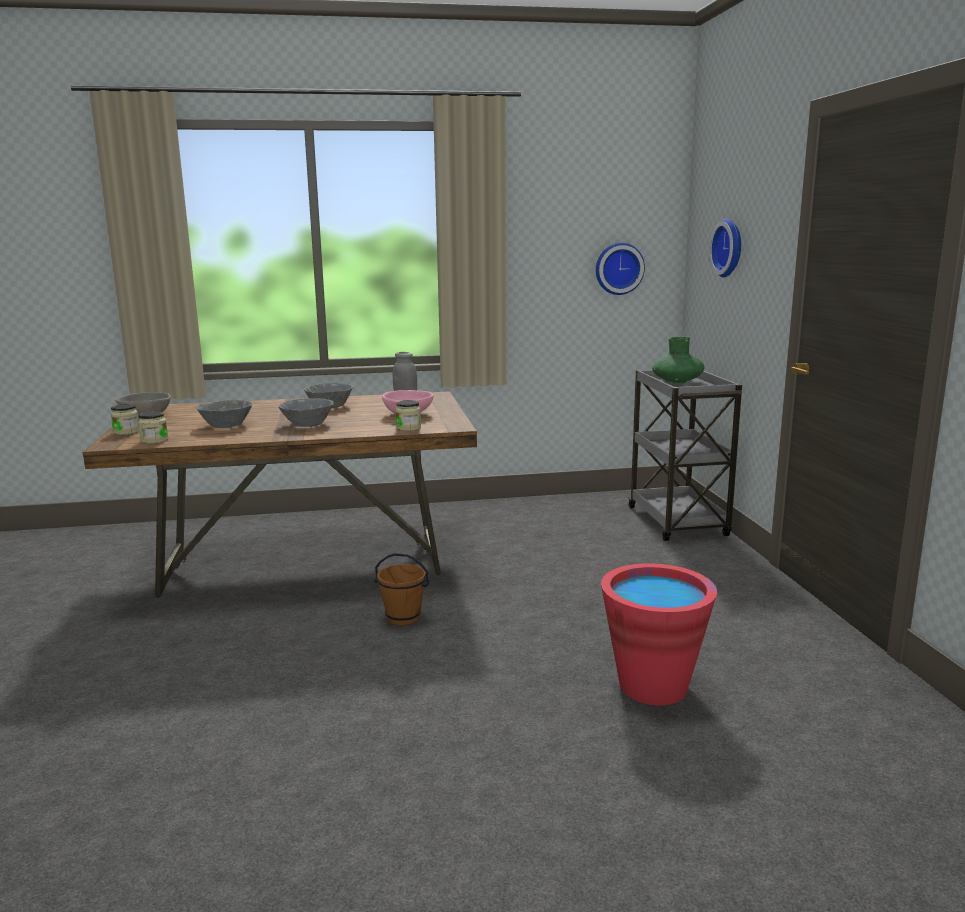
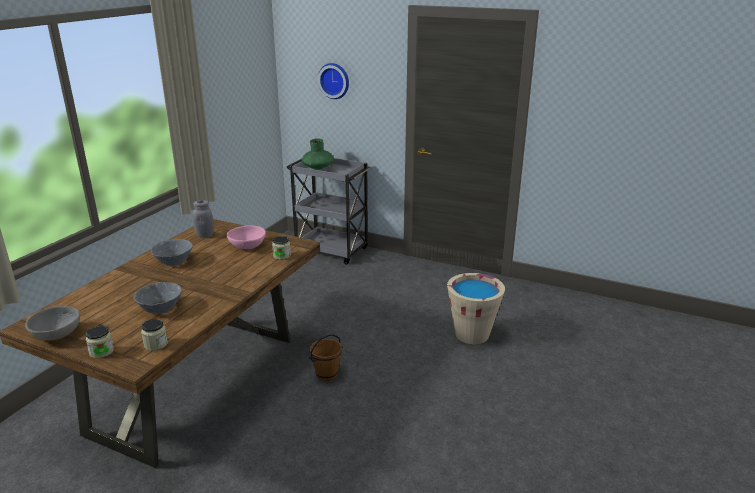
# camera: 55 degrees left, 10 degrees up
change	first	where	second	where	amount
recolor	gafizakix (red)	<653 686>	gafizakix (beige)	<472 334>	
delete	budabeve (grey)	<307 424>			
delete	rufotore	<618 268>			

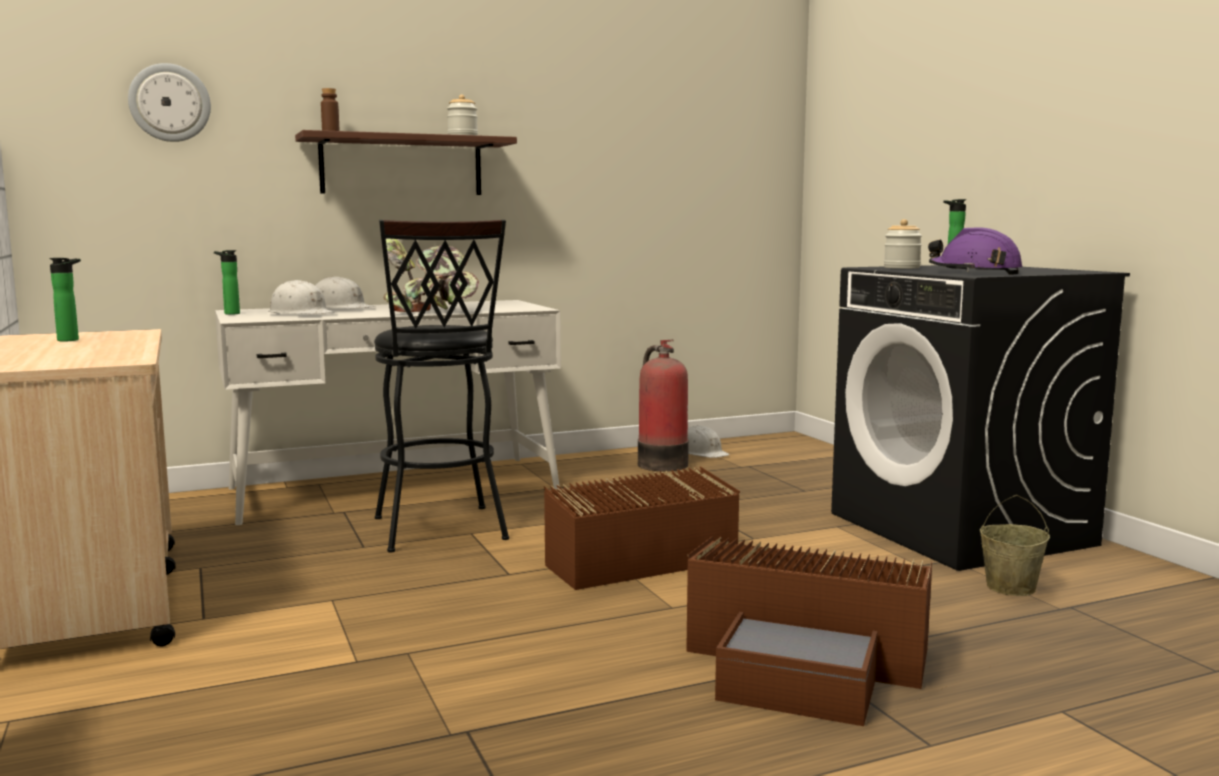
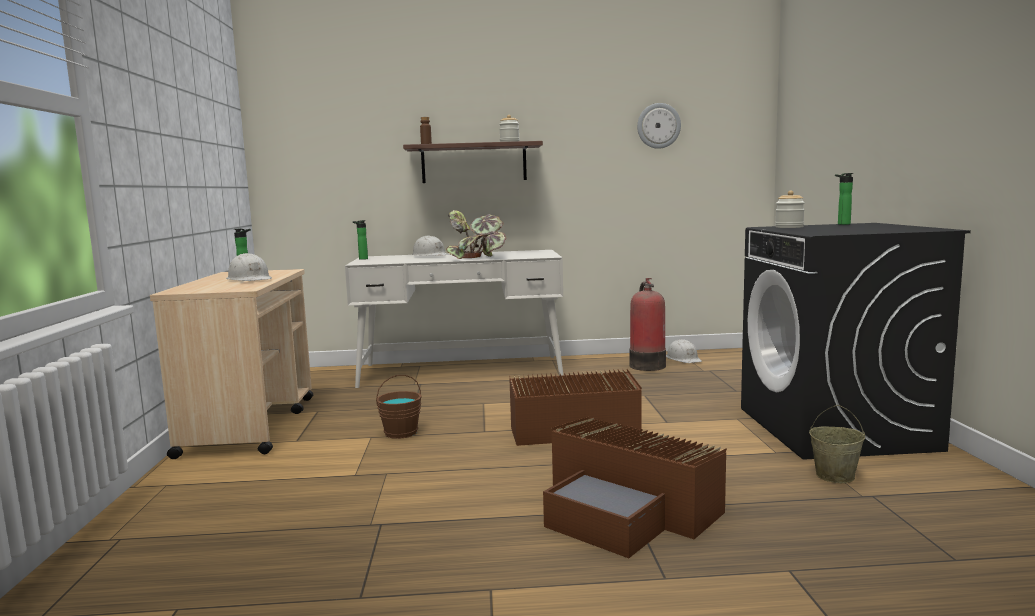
# camera: 20 degrees right, 0 degrees up
change	first	where	second	where	amount
move	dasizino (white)	<301 313>		<250 279>	
insert			gafizakix (brown)	<401 432>	
move	rufotore	<169 103>		<658 126>	
delete	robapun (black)	<441 532>			
delete	dasizino (purple)	<974 272>			

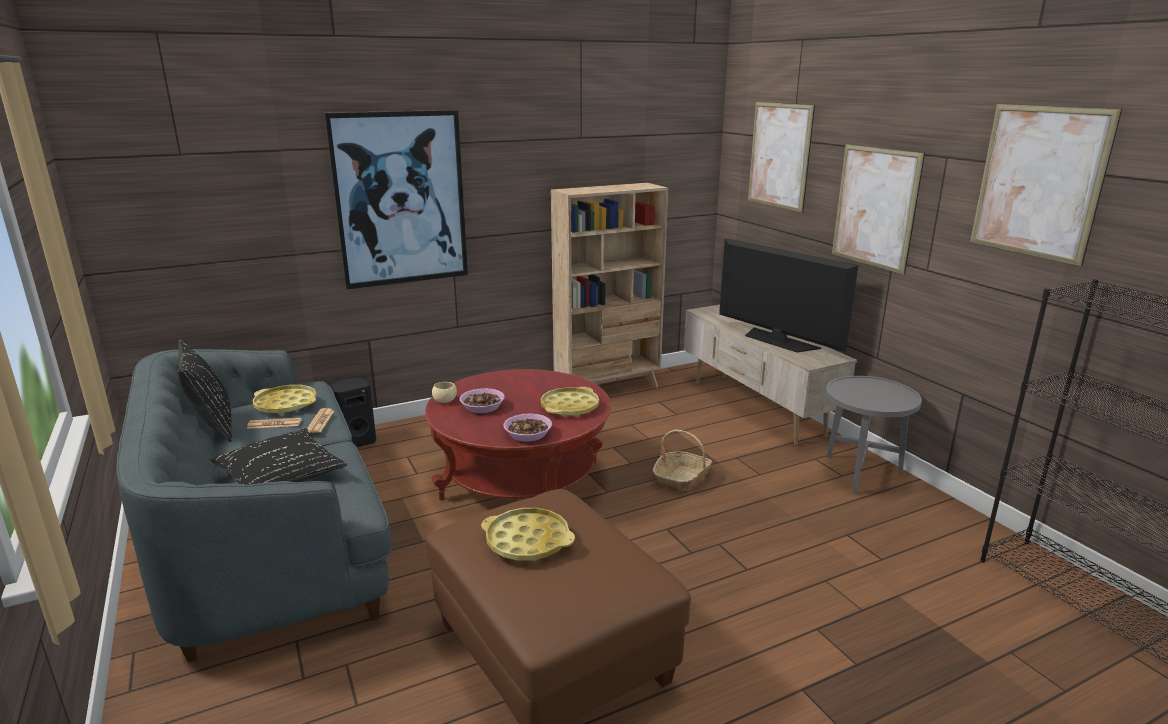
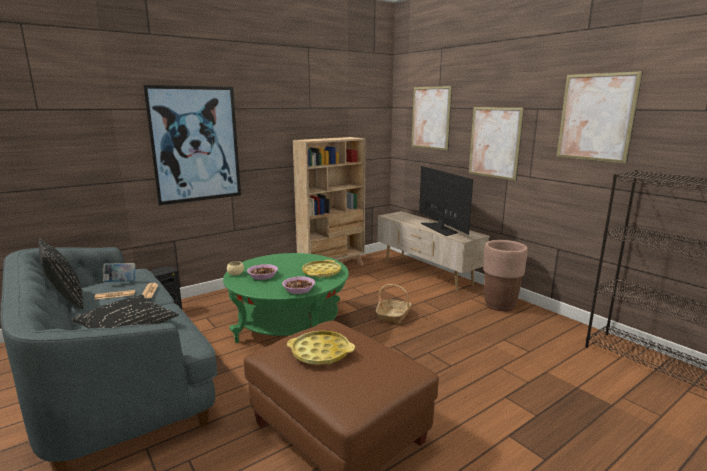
# camera: 10 degrees left, 5 degrees down
change	first	where	second	where	amount
replace	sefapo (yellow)	<286 404>	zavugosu	<121 283>	
recolor	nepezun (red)	<521 479>	nepezun (green)	<289 325>	
rotate	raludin	<778 341>		<440 228>	150 degrees counterclockwise
replace	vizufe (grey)	<860 475>	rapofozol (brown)	<500 305>	

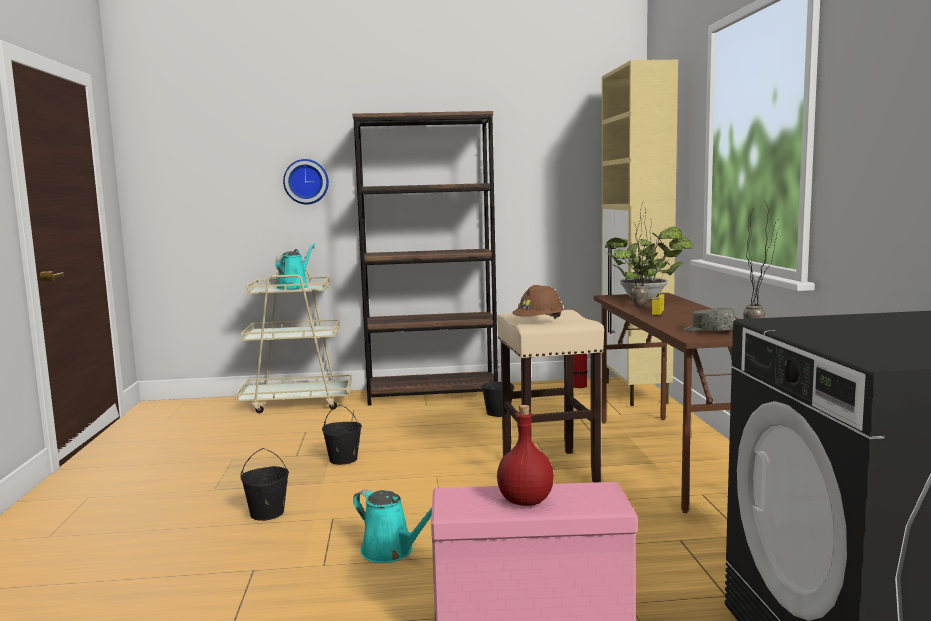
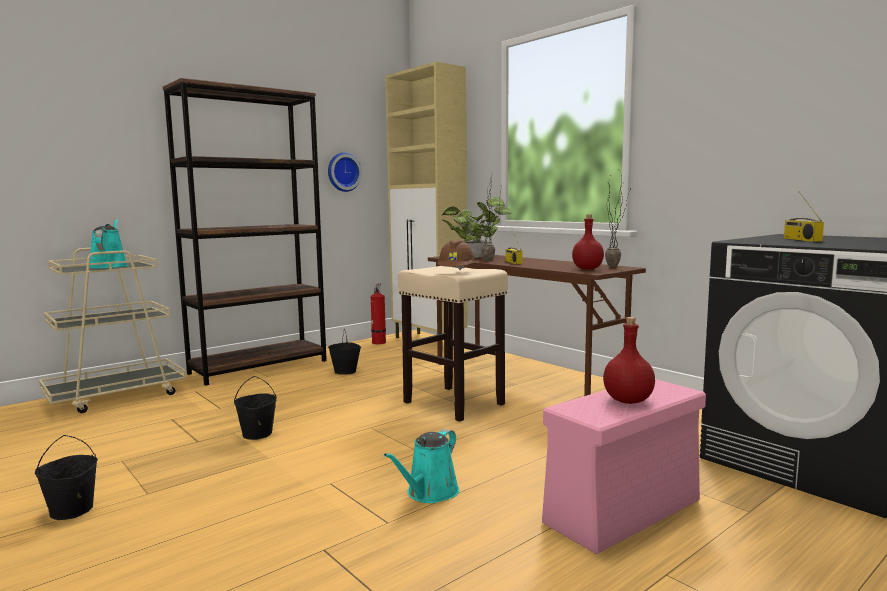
# camera: 35 degrees left, 0 degrees up
change	first	where	second	where	amount
move	gafizakix (black)	<267 514>		<71 510>	
move	rufotore	<306 181>		<343 172>	
rotate	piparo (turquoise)	<391 551>		<429 493>	120 degrees clockwise
replace	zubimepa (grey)	<708 331>	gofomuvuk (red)	<588 269>	
insert			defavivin	<800 240>	

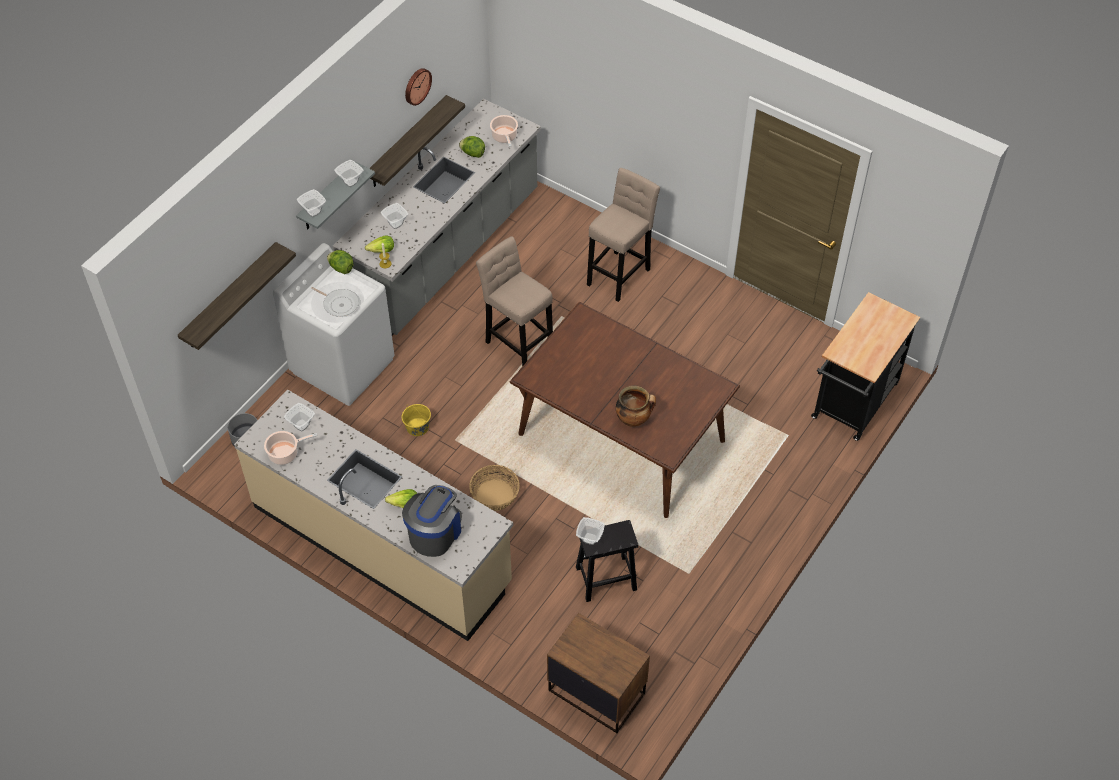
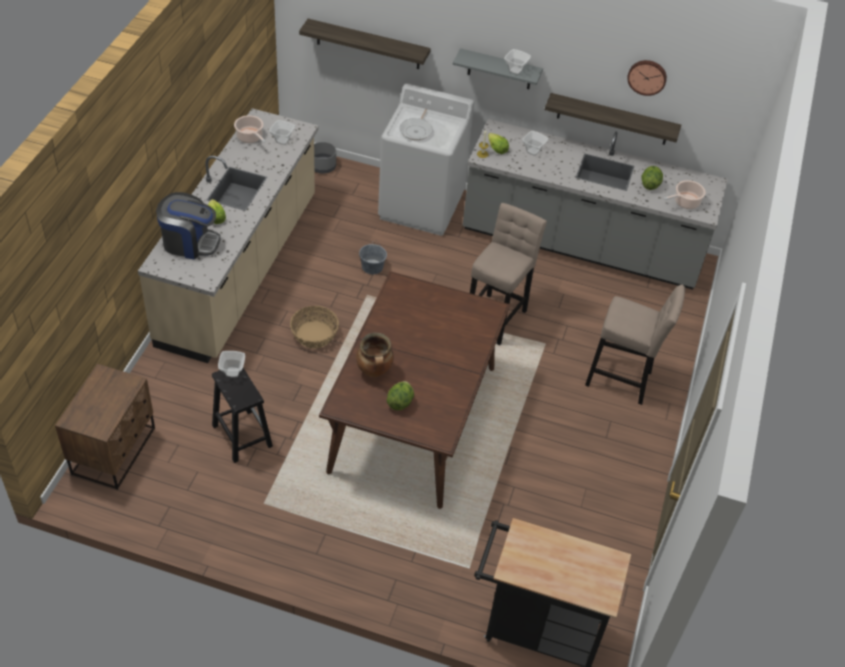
# camera: 70 degrees right, 5 degrees down
change	first	where	second	where	amount
recolor	gafizakix (yellow)	<417 427>	gafizakix (grey)	<372 267>	
move	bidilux	<341 268>		<400 402>	
delete	budabeve	<313 211>			

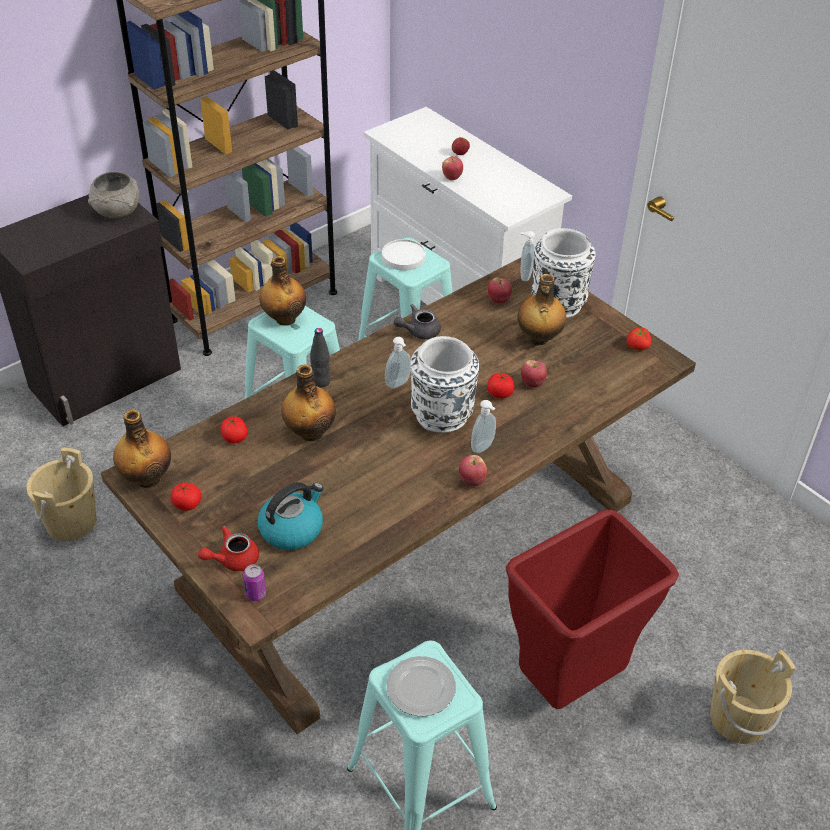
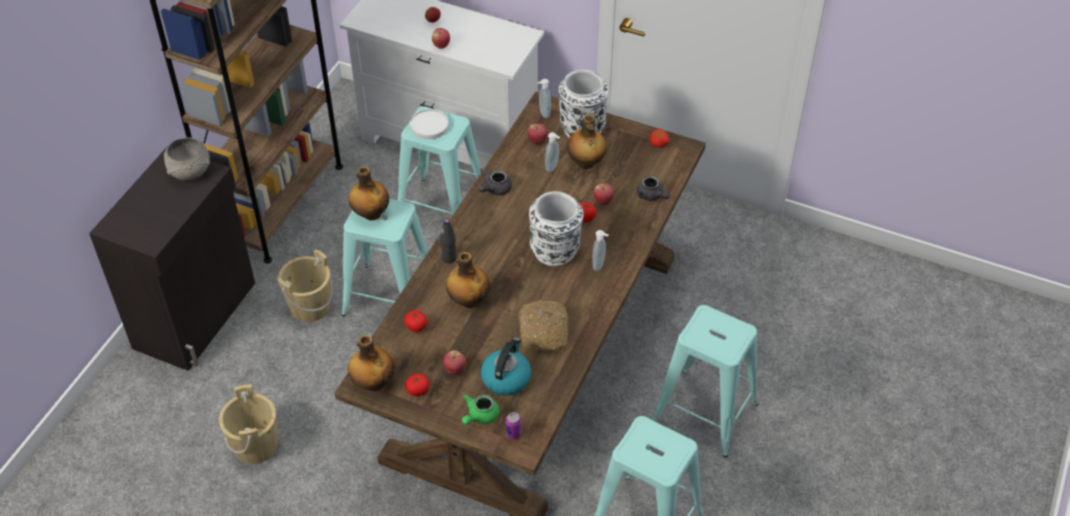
# camera: 25 degrees left, 5 degrees up
change	first	where	second	where	amount
move	gafizakix (beige)	<738 718>		<310 306>	
move	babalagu	<472 481>		<455 370>	
recolor	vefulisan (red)	<232 559>	vefulisan (green)	<480 416>	
insert			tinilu	<544 331>	
move	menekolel	<399 384>		<553 167>	
insert			vefulisan (grey)	<651 196>	
replace	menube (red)	<569 686>	robapun (turquoise)	<704 413>	
delete	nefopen	<421 687>			

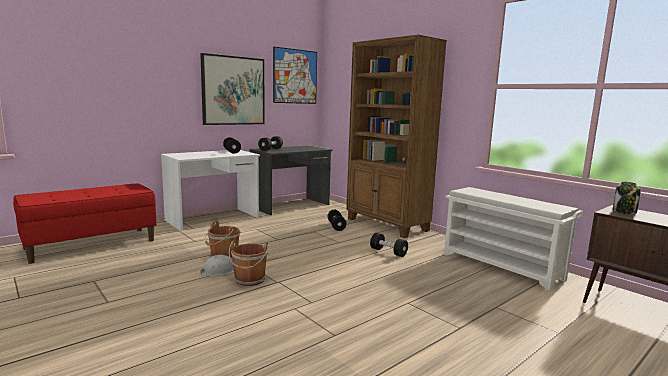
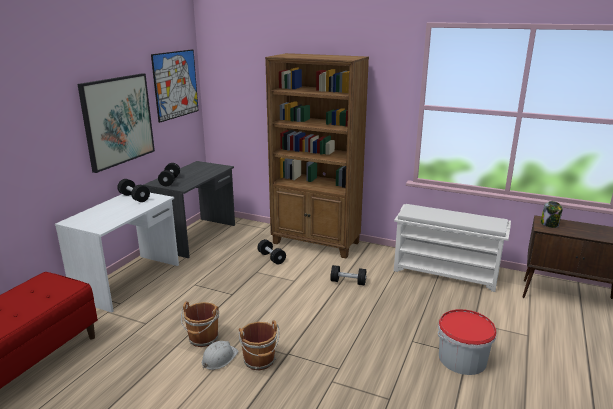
# camera: 25 degrees left, 10 degrees up
change	first	where	second	where	amount
insert			gafizakix	<462 359>	

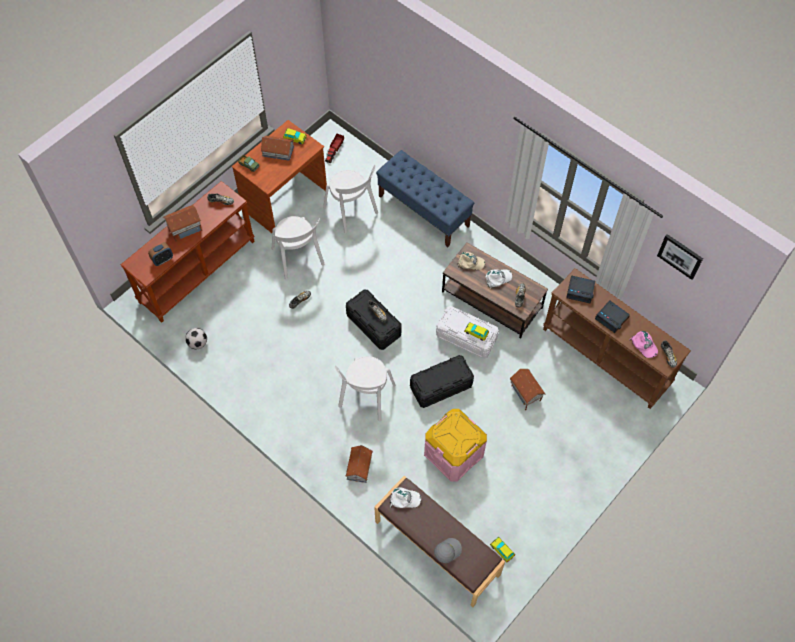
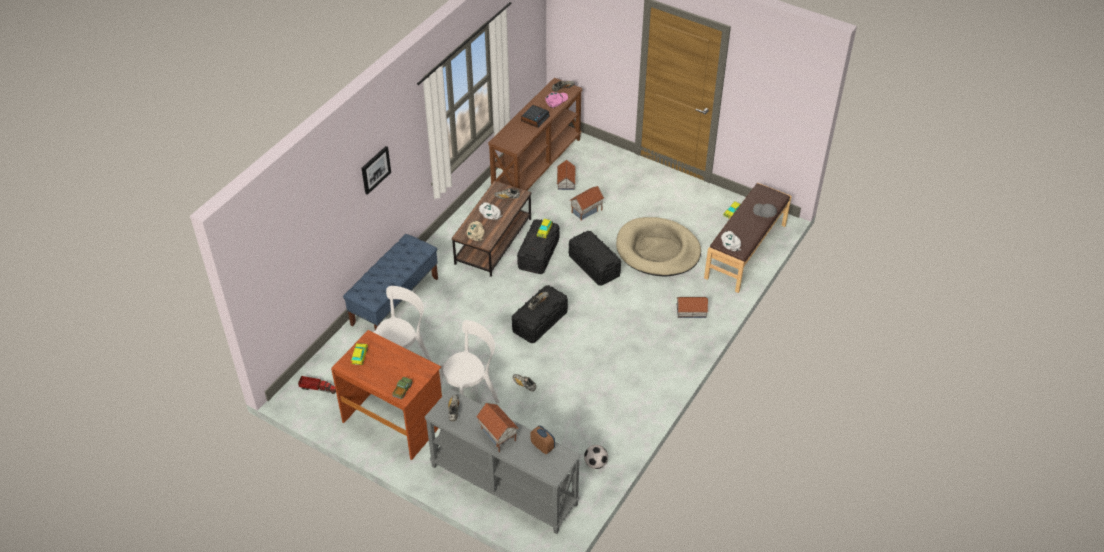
# camera: 100 degrees left, 15 degrees down
change	first	where	second	where	amount
move	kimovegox	<680 256>		<375 169>	
recolor	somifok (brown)	<197 270>	somifok (grey)	<503 485>	
recolor	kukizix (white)	<466 337>	kukizix (black)	<538 254>	
move	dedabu	<278 151>		<566 181>	
replace	kukizix (pink)	<453 454>	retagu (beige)	<657 250>	
delete	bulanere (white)	<366 398>			
delete	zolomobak	<580 291>			

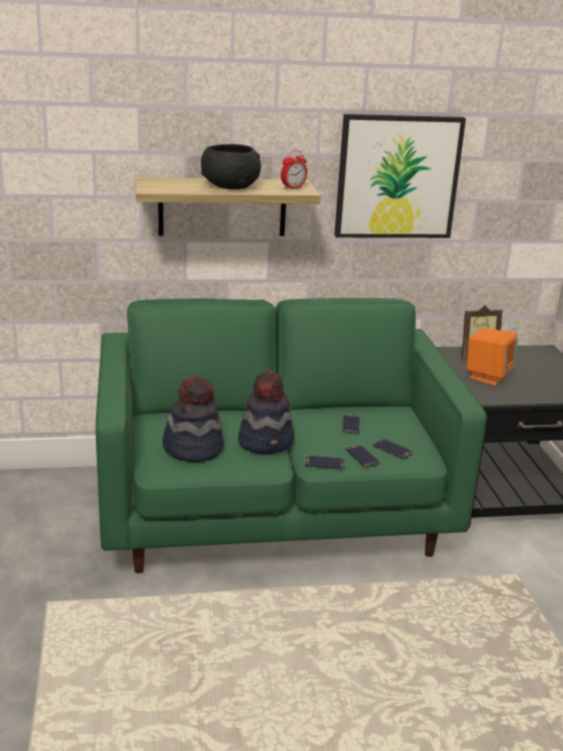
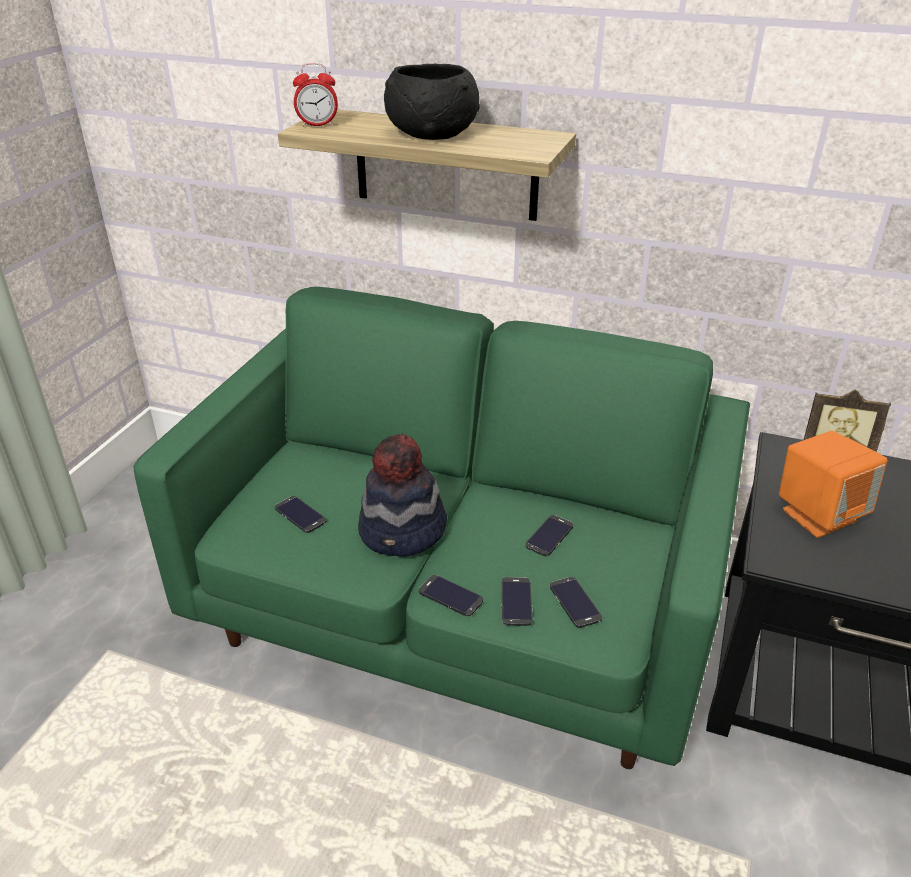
# camera: 30 degrees right, 10 degrees up
change	first	where	second	where	amount
replace	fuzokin	<193 448>	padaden	<300 515>	
move	zolomobak	<293 188>		<317 125>	
delete	kimovegox	<397 177>			

